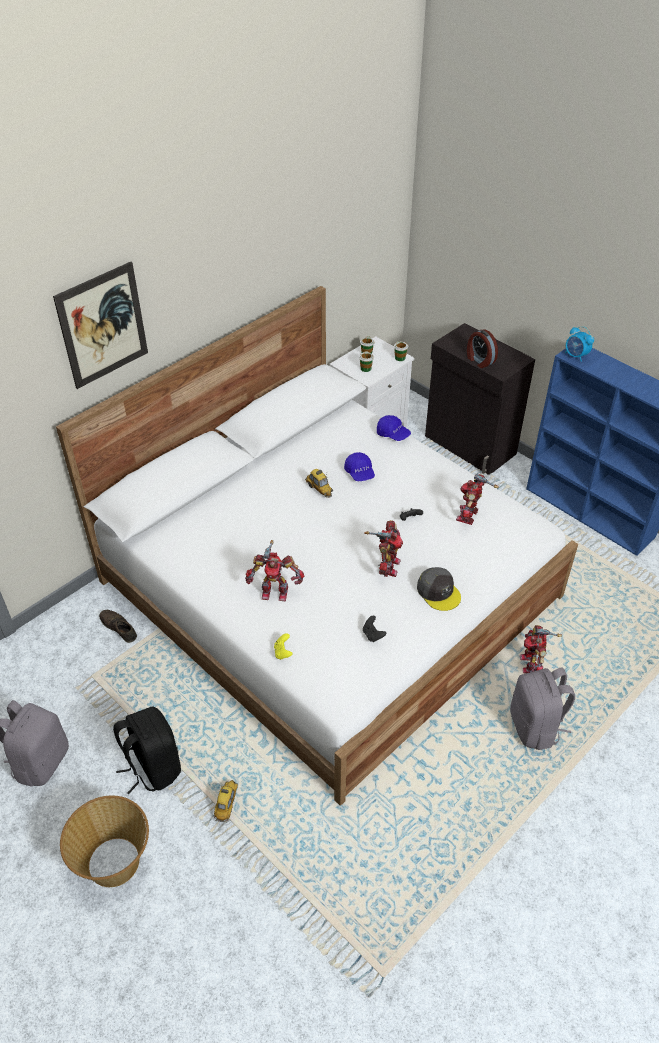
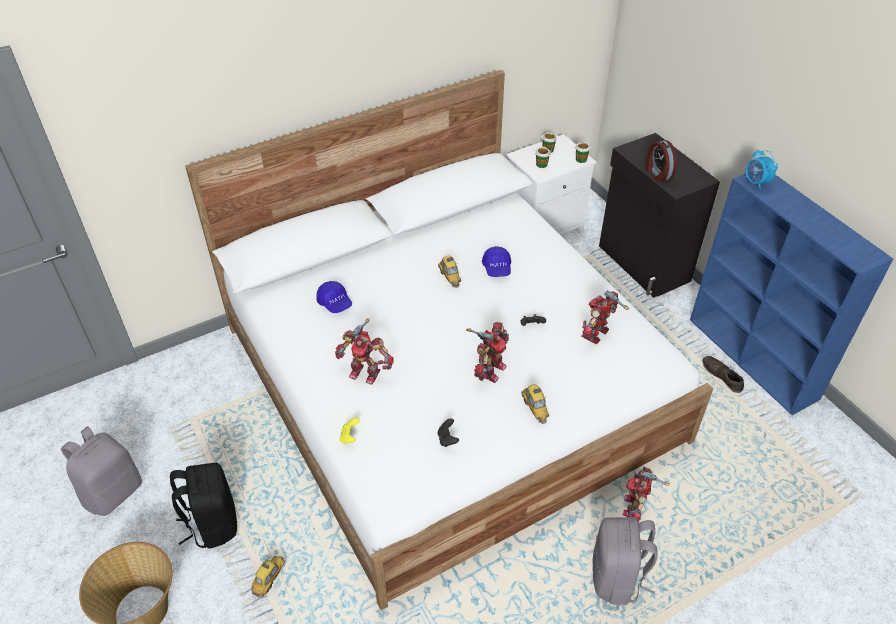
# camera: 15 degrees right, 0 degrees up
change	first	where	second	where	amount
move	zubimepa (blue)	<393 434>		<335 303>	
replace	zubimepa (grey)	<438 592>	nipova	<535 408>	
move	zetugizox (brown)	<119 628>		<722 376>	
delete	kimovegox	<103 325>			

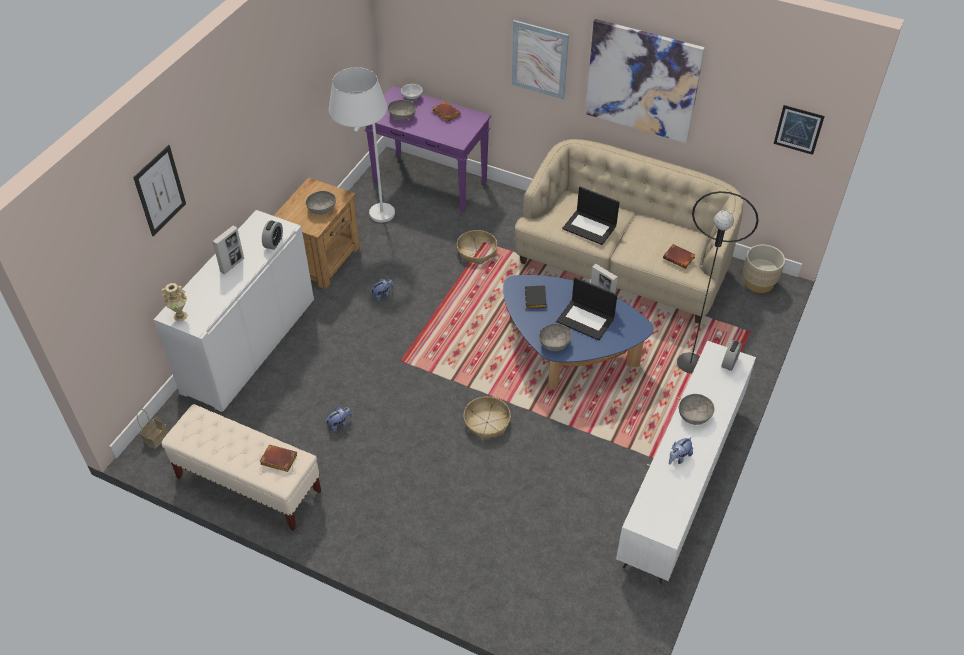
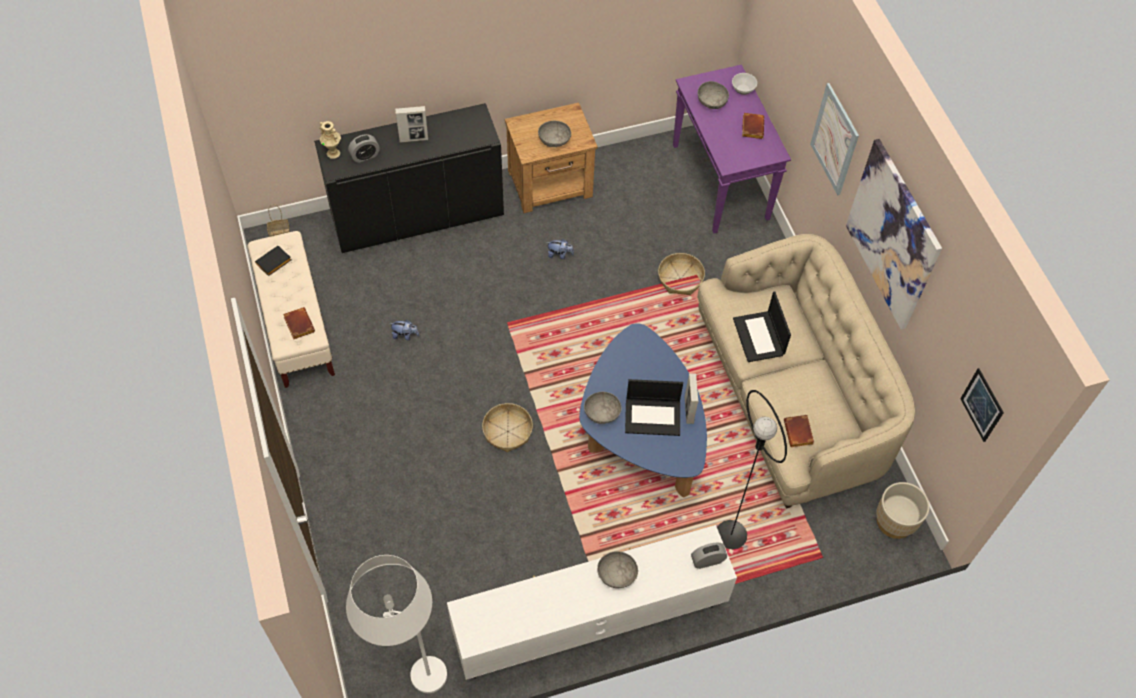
# camera: 45 degrees right, 10 degrees up
change	first	where	second	where	amount
move	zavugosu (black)	<536 299>		<273 263>	
recolor	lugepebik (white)	<249 346>	lugepebik (black)	<417 215>	
move	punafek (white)	<370 219>		<409 671>	
move	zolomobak	<274 242>		<365 156>	
rotate	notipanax	<586 320>		<653 416>	75 degrees counterclockwise
delete	kimovegox	<160 190>			
delete	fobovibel	<678 457>			

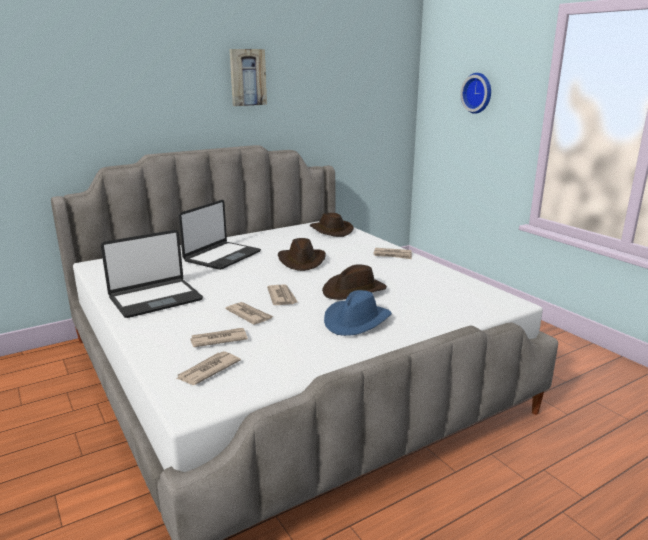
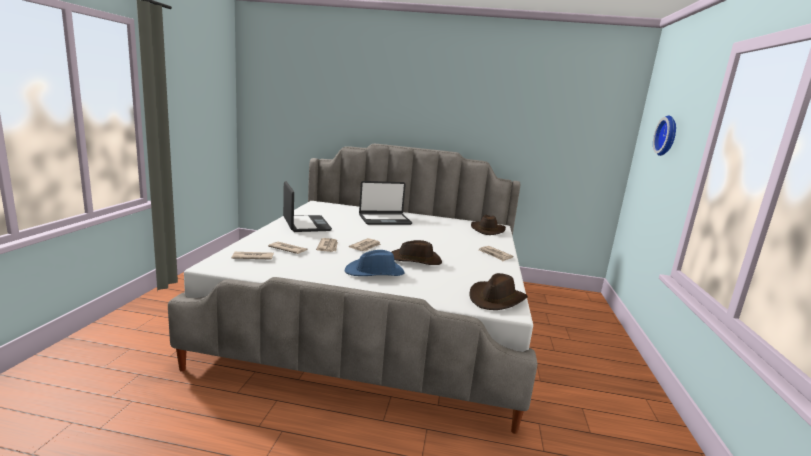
# camera: 40 degrees right, 5 degrees down
change	first	where	second	where	amount
rotate	notipanax	<155 299>		<306 224>	120 degrees counterclockwise
move	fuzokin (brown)	<302 261>		<497 299>	
delete	kimovegox	<247 77>			

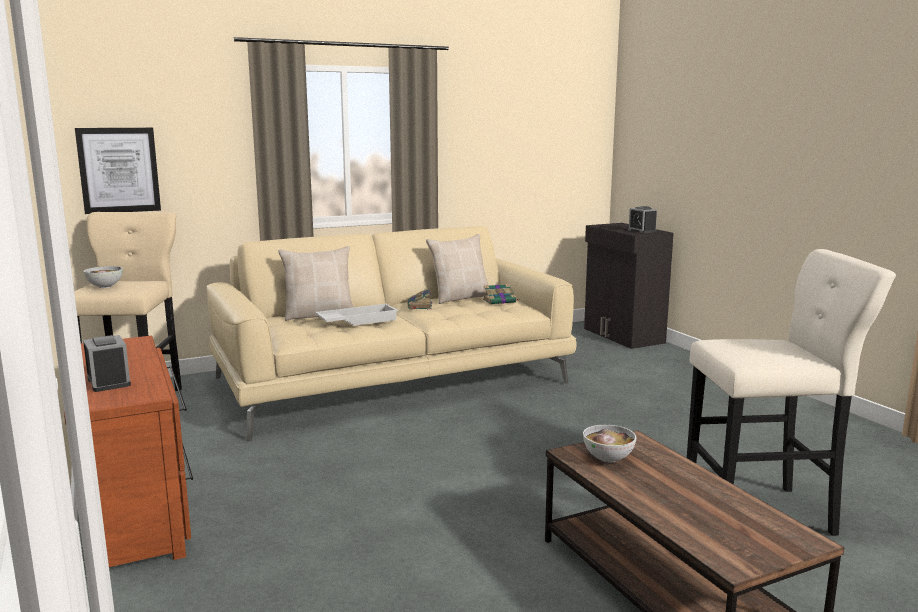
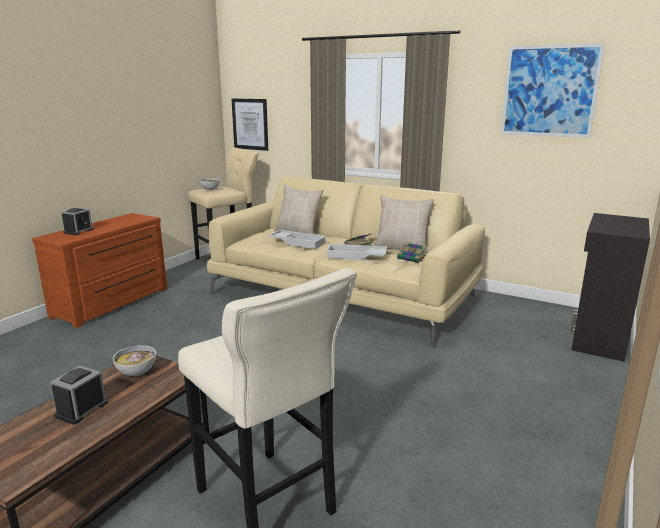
# camera: 55 degrees right, 5 degrees up
change	first	where	second	where	amount
move	zolomobak	<642 231>		<82 409>	
insert			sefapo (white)	<356 256>	
insert			kimovegox	<549 91>	

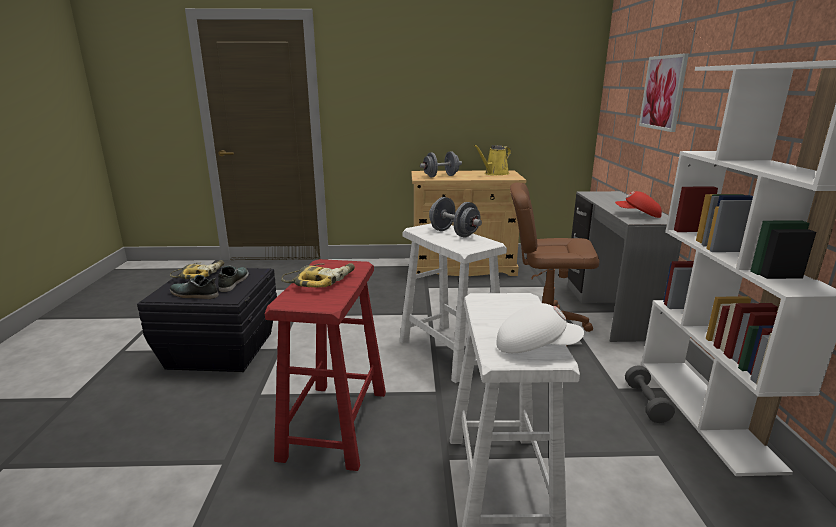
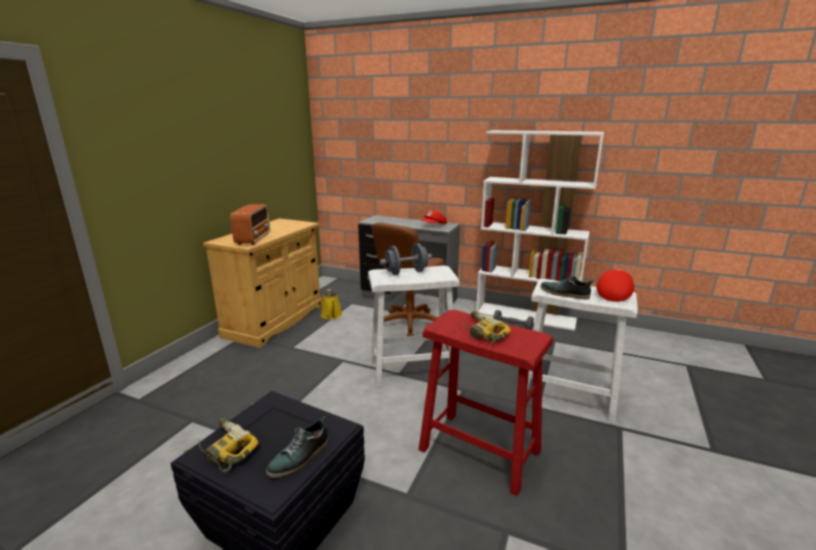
# camera: 65 degrees left, 0 degrees up
change	first	where	second	where	amount
replace	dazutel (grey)	<441 176>	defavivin	<253 238>	
move	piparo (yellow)	<494 174>		<332 315>	
move	zetugizox	<233 282>		<564 293>	
recolor	zubimepa (white)	<535 347>	zubimepa (red)	<613 294>	
delete	kimovegox	<663 92>			

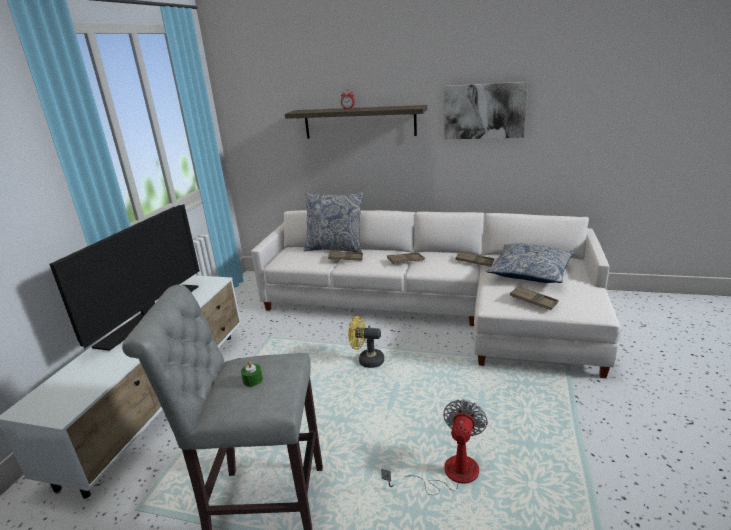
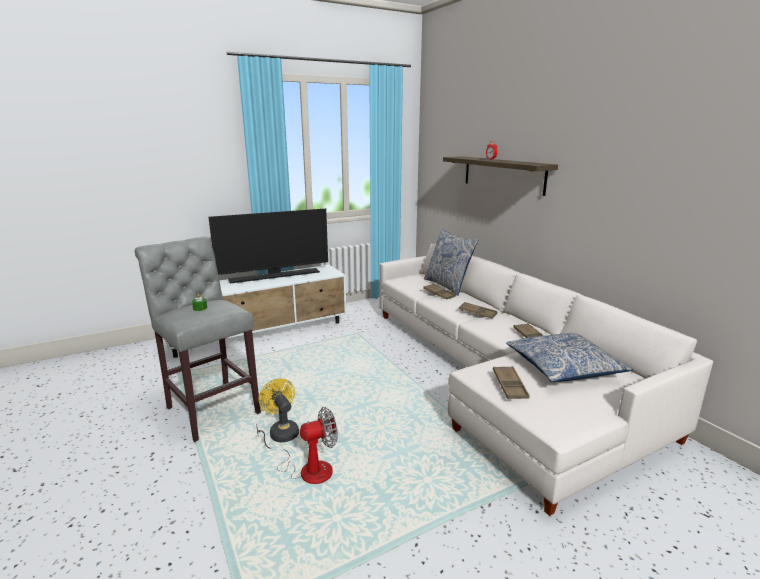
# camera: 45 degrees right, 5 degrees down
change	first	where	second	where	amount
move	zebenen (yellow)	<367 360>		<282 431>	
delete	kimovegox	<484 111>			

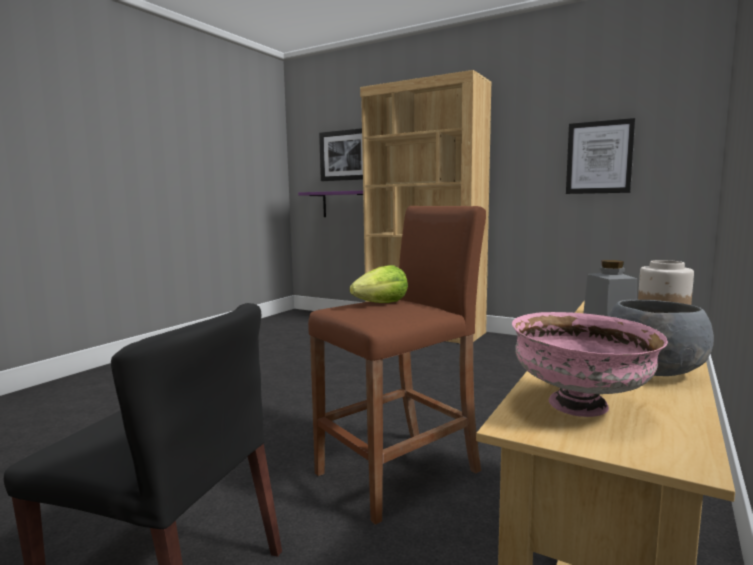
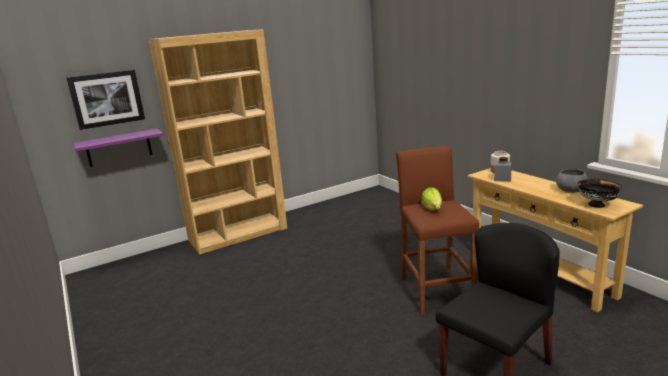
# camera: 60 degrees left, 10 degrees up
change	first	where	second	where	amount
recolor	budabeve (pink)	<581 406>	budabeve (black)	<597 204>	
delete	kimovegox	<599 157>			

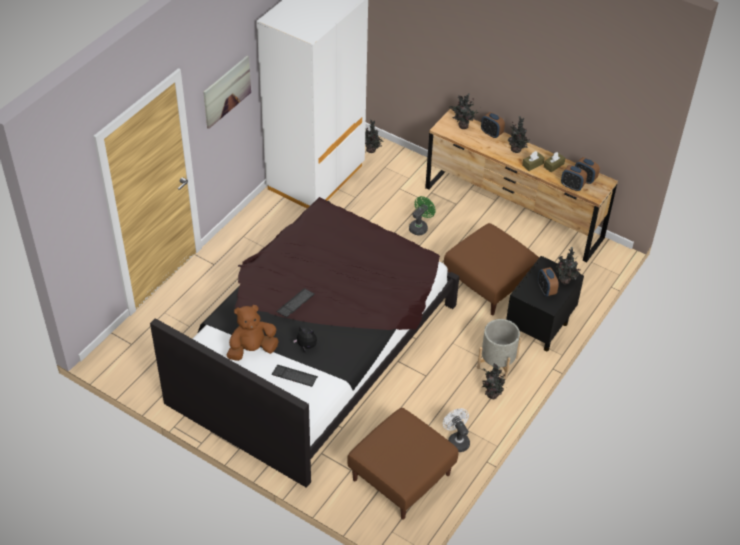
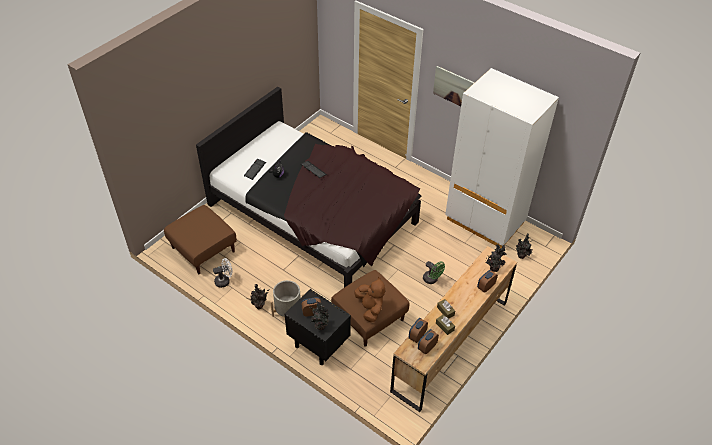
# camera: 95 degrees right, 0 degrees up
change	first	where	second	where	amount
move	fobovibel (brown)	<252 350>		<370 308>	
delete	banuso	<517 150>			

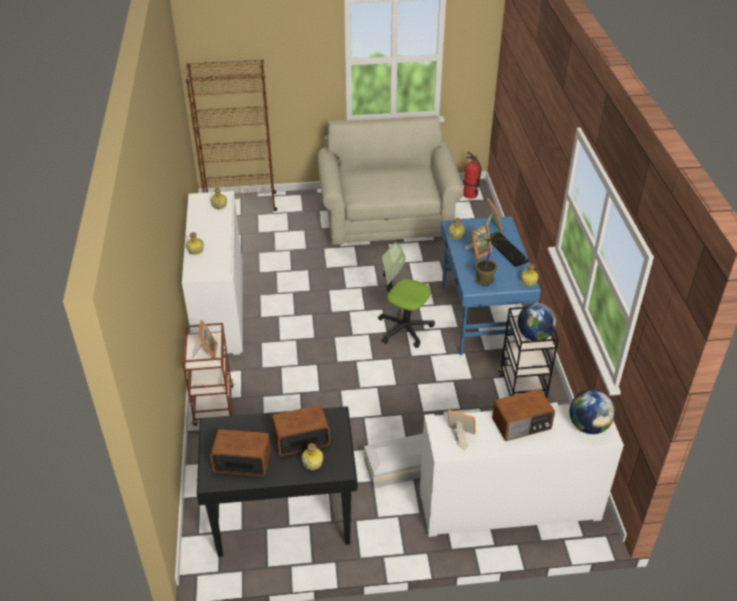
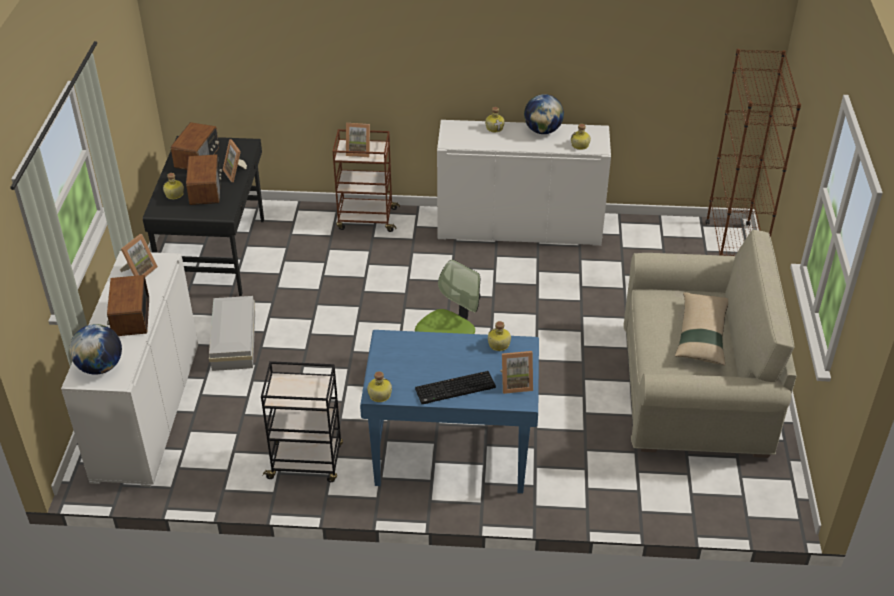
# camera: 100 degrees right, 0 degrees up
change	first	where	second	where	amount
move	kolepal	<478 252>		<236 173>	
move	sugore	<534 335>		<542 131>	
insert			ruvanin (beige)	<701 335>	
delete	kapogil	<470 195>			
delete	banuso	<483 280>			

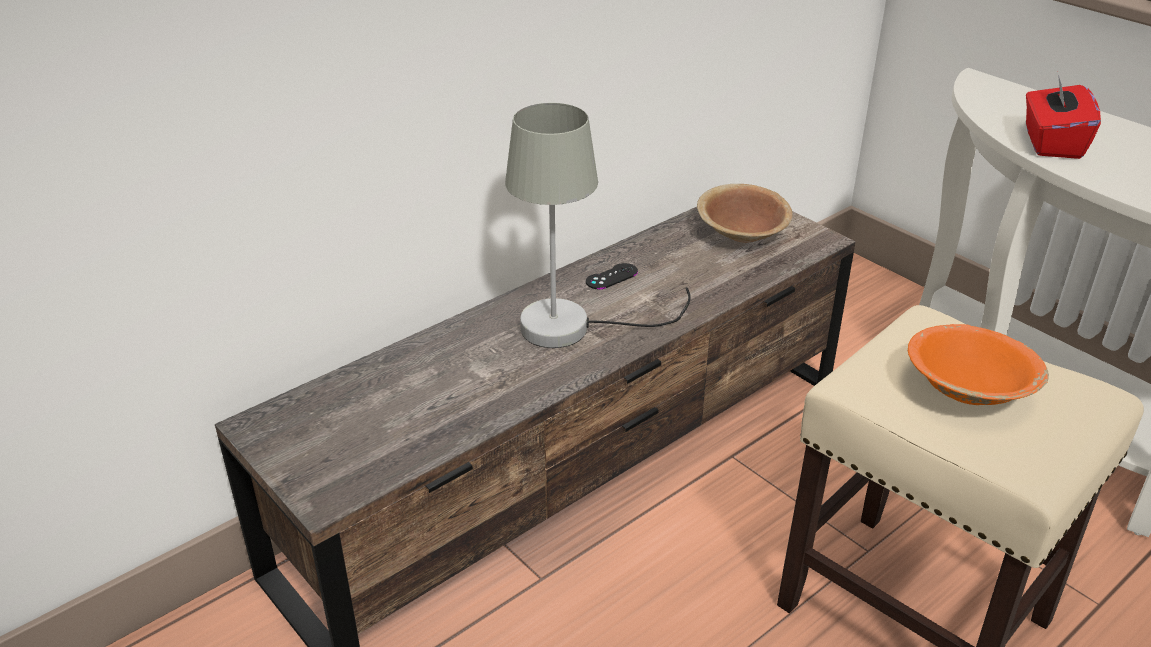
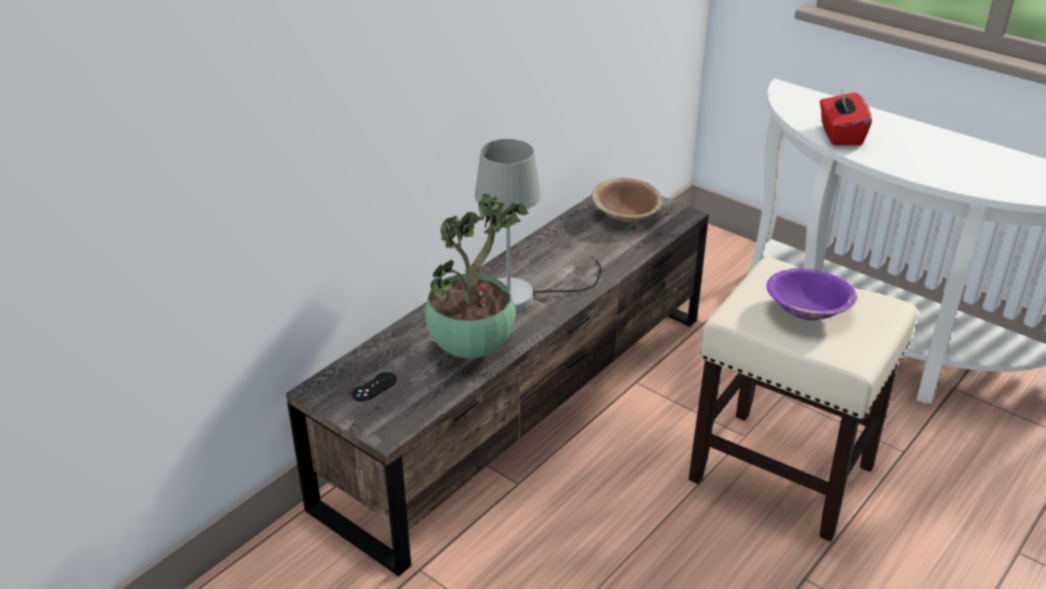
# camera: 10 degrees left, 0 degrees up
change	first	where	second	where	amount
move	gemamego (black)	<611 277>		<374 387>	
insert			banuso	<473 347>	
recolor	budabeve (orange)	<968 390>	budabeve (purple)	<807 311>	

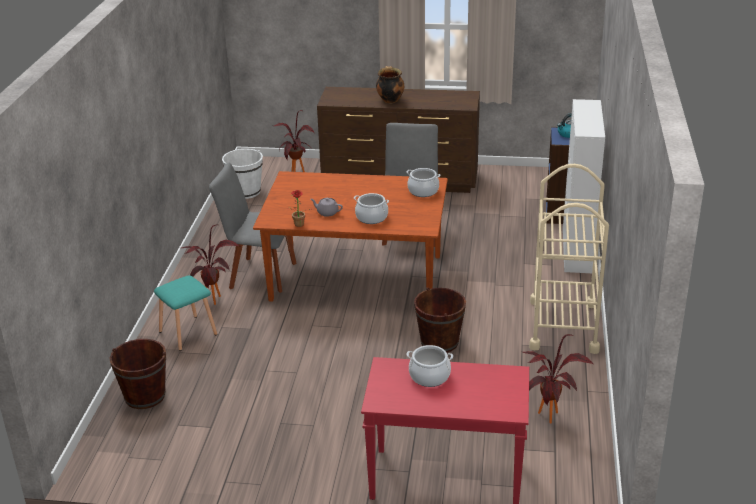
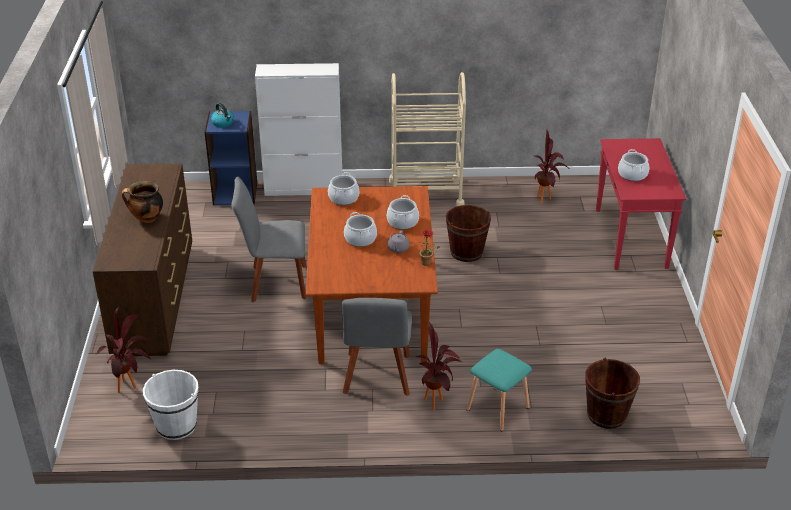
# camera: 100 degrees left, 5 degrees up
change	first	where	second	where	amount
insert			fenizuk	<360 239>	

